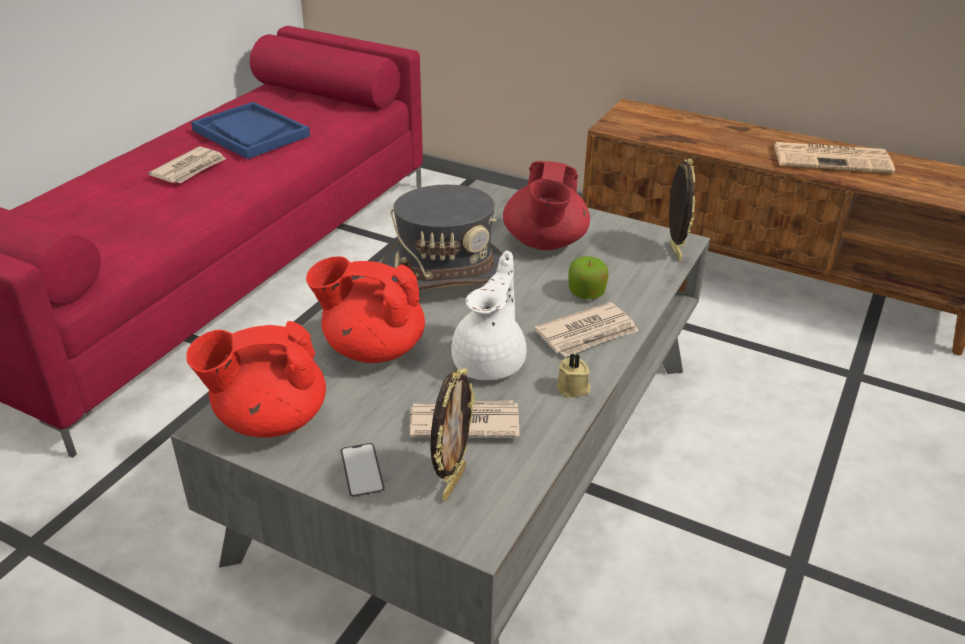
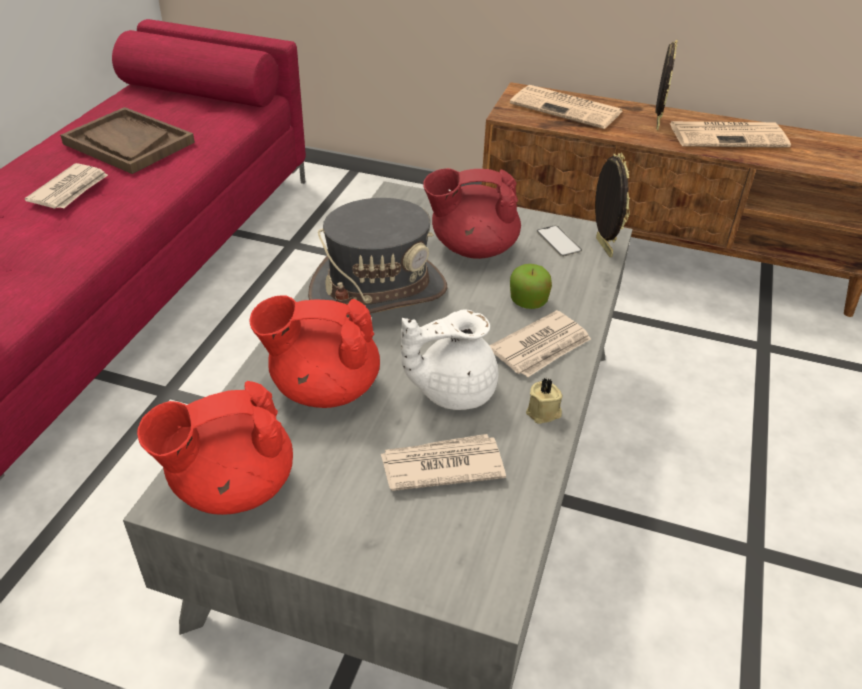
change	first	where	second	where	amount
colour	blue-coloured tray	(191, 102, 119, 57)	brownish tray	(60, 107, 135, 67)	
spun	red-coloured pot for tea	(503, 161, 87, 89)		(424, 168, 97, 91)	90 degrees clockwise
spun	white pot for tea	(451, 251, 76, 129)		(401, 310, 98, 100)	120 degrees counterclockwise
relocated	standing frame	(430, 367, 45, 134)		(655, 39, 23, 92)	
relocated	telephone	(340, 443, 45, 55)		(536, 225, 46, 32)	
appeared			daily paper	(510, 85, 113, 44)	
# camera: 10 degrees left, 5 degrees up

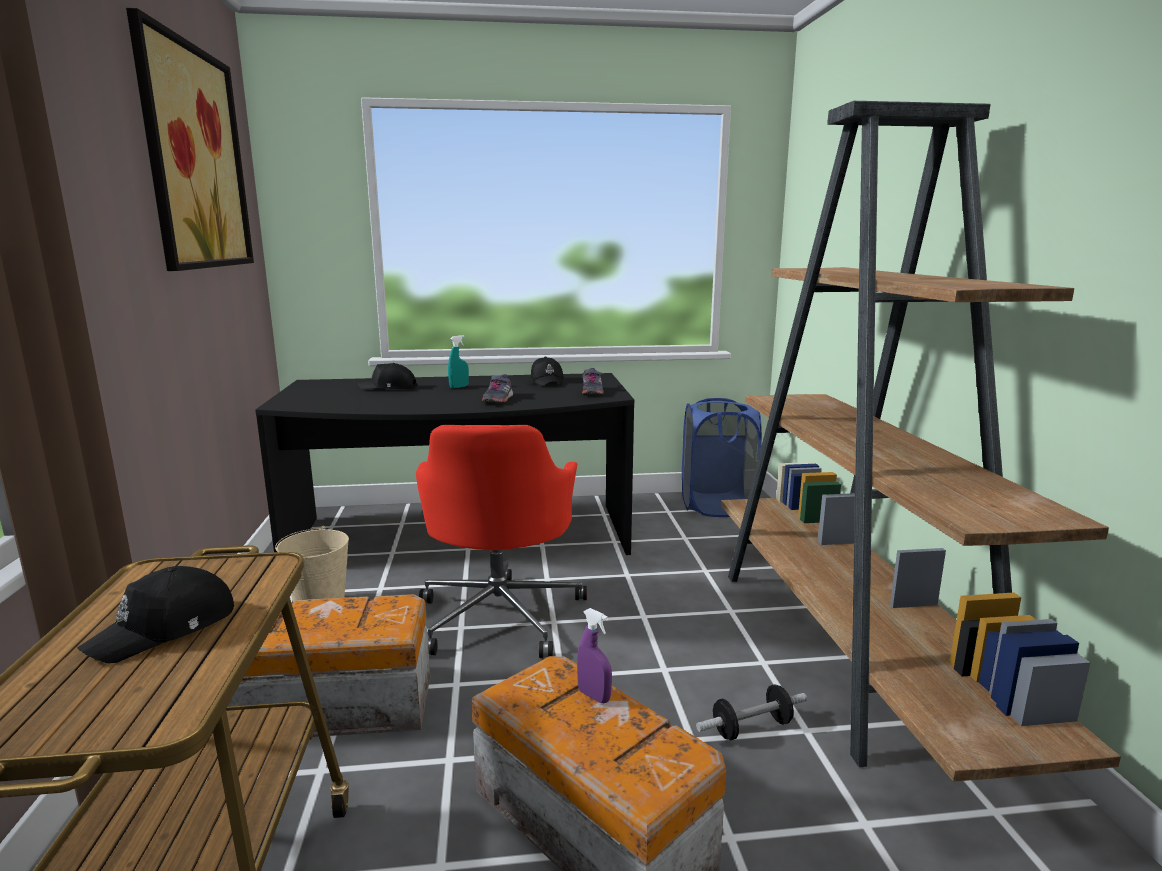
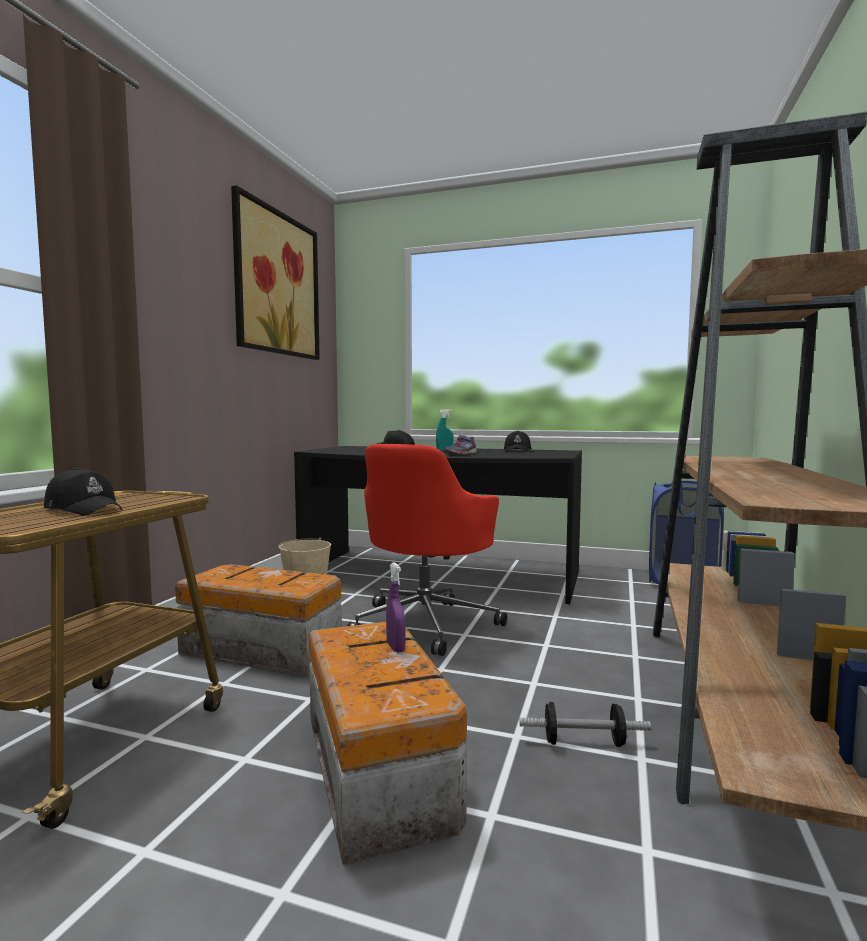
change	first	where	second	where	amount
missing	grey low shoe	(582, 368, 22, 27)			
spun	blackish baseball cap	(77, 566, 157, 98)		(44, 468, 78, 48)	120 degrees counterclockwise
# camera: 25 degrees right, 10 degrees down

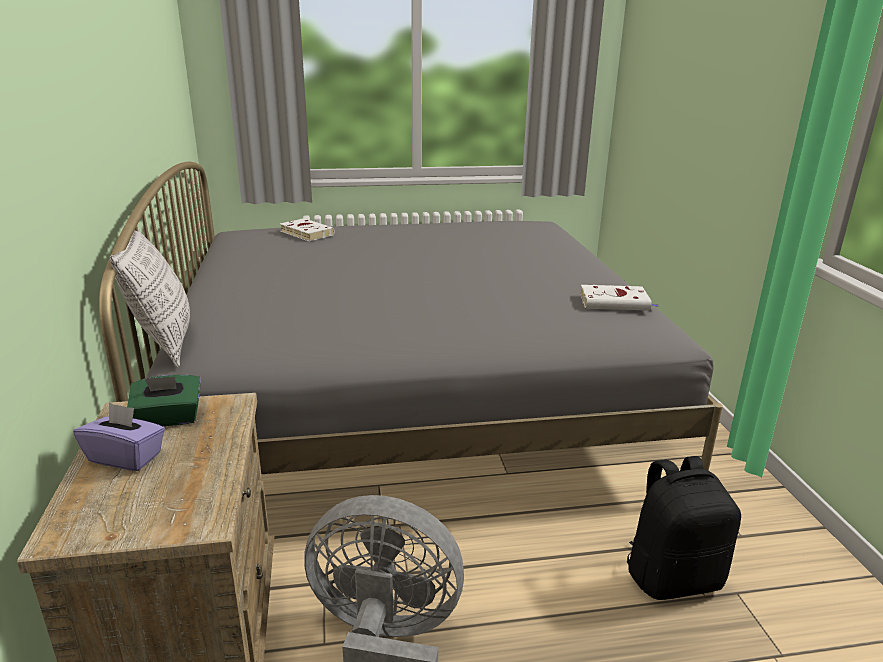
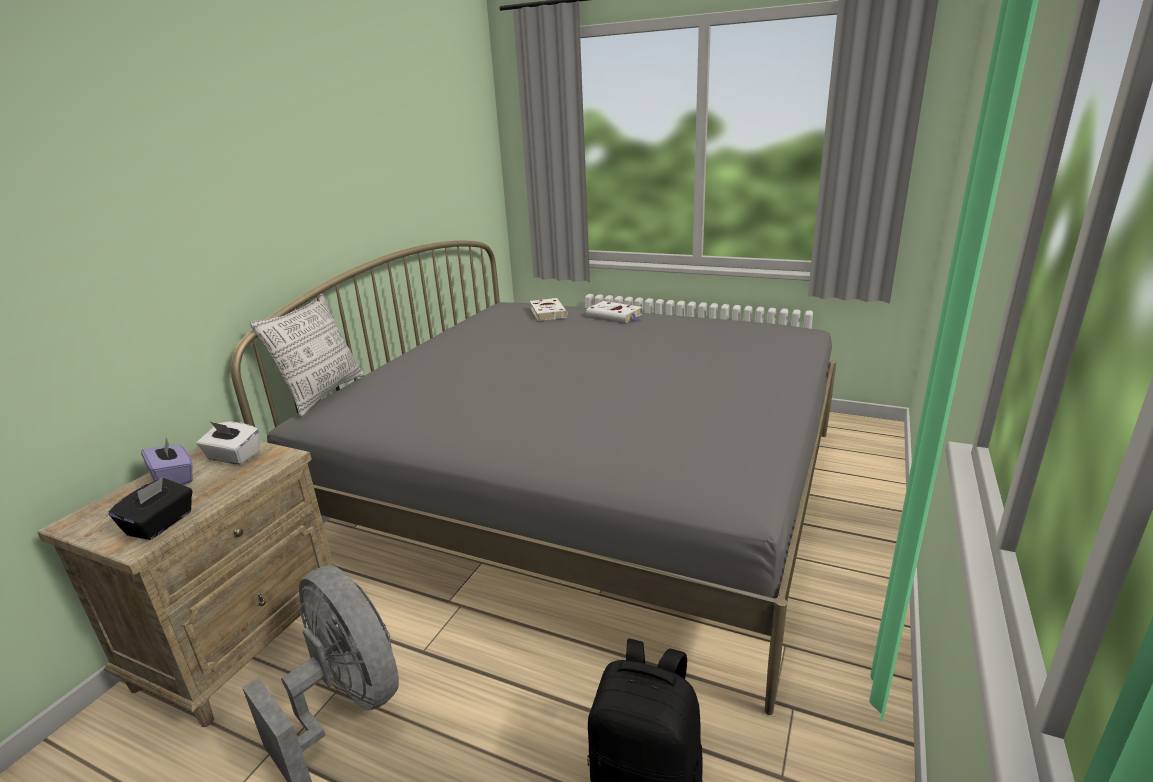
change	first	where	second	where	amount
relocated	white bound book	(580, 285, 80, 26)		(586, 301, 56, 22)	
colour	green-coloured tissue box	(127, 375, 74, 51)	white tissue box	(196, 422, 64, 43)	
appeared			blackish tissue box	(109, 477, 84, 63)	
# camera: 35 degrees right, 0 degrees up

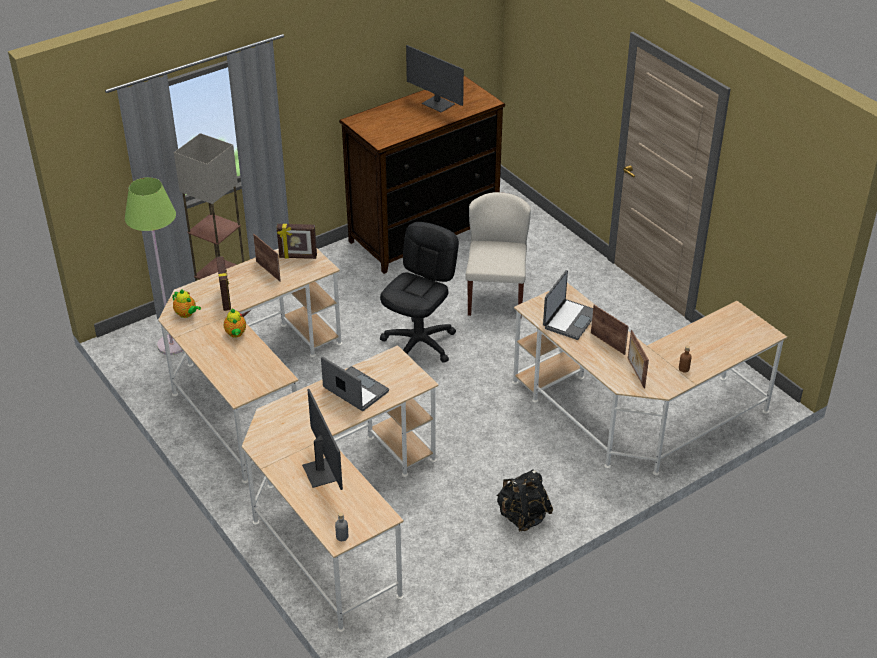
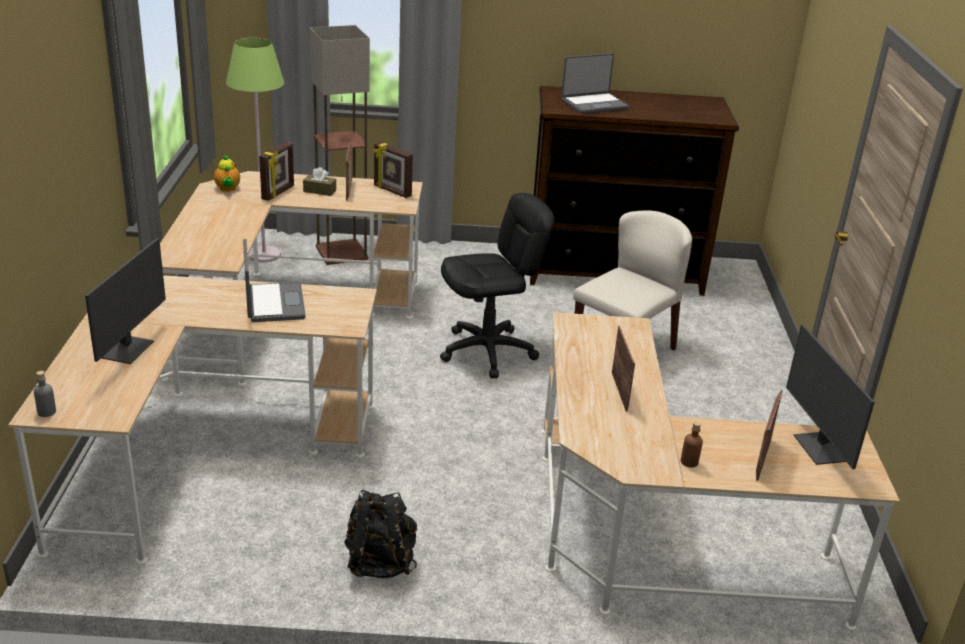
change	first	where	second	where	amount
relocated	computer screen	(406, 45, 58, 68)		(786, 324, 89, 145)	
relocated	notebook computer	(543, 270, 50, 70)		(561, 53, 69, 61)	
missing	pot for tea	(224, 309, 22, 29)			
relocated	standing frame	(628, 330, 21, 59)		(756, 390, 27, 91)	
appeared			brownish tissue box	(303, 167, 33, 29)	
# camera: 35 degrees right, 10 degrees down

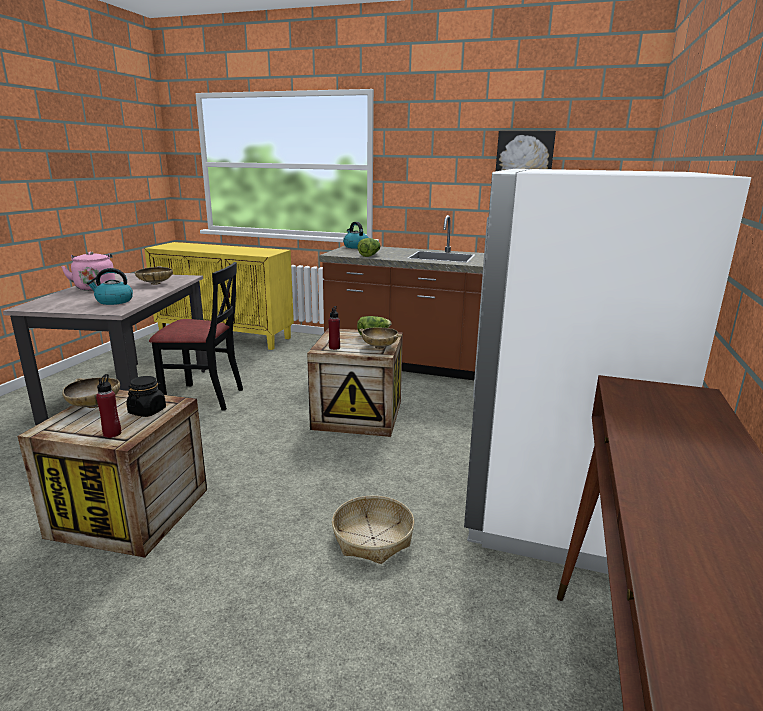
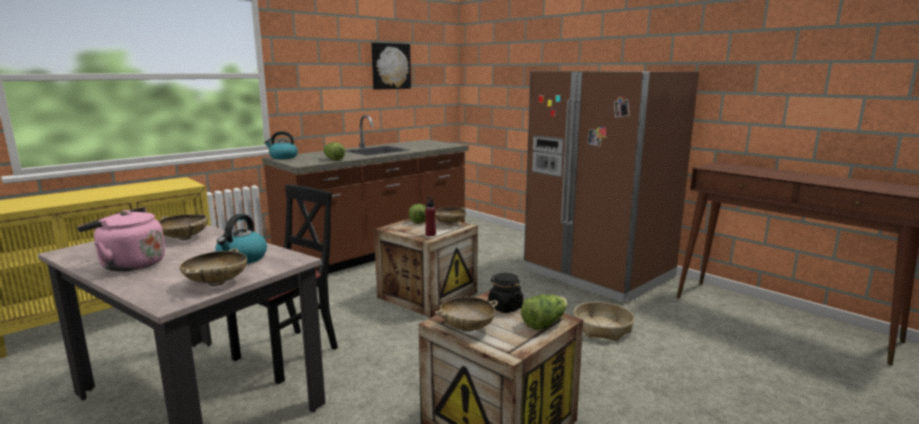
change	first	where	second	where	amount
colour	white refrigerator	(464, 169, 287, 405)	brownish refrigerator	(524, 71, 175, 232)	
exchanged	red-coloured beverage bottle	(96, 374, 25, 64)	lettuce	(521, 295, 47, 35)	
appeared			beige serving bowl	(180, 248, 67, 38)	
# camera: 60 degrees left, 5 degrees down

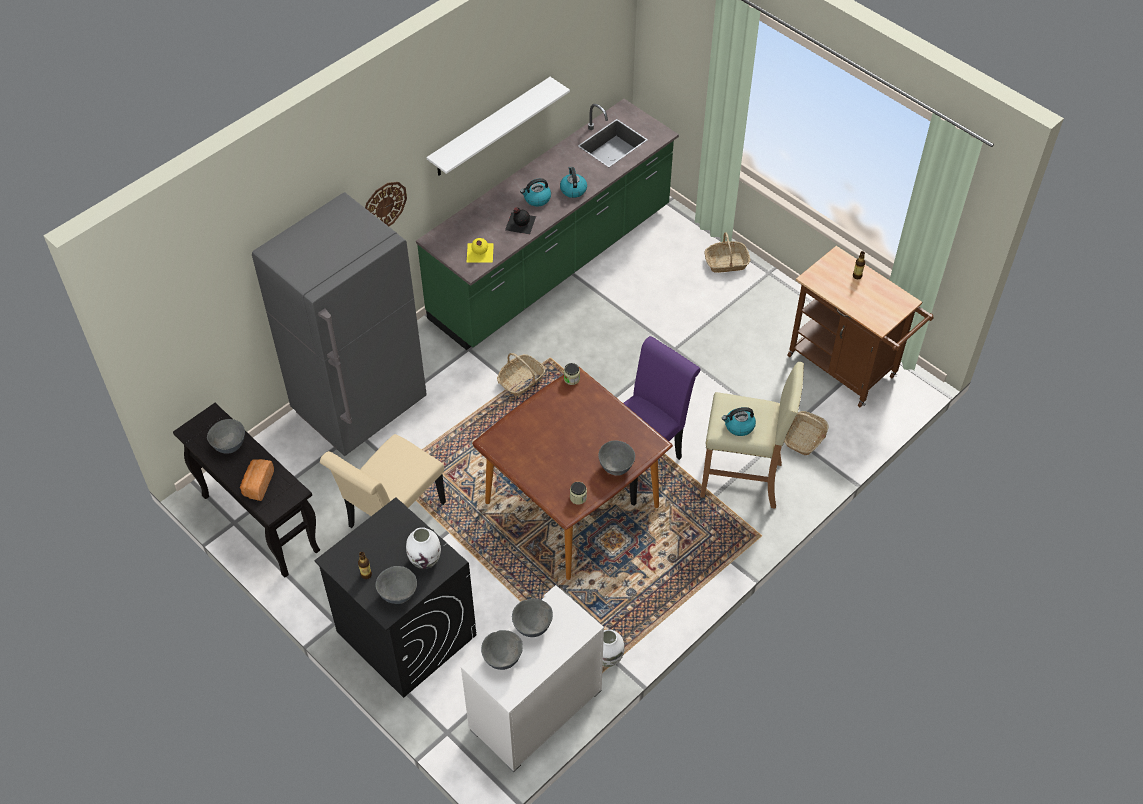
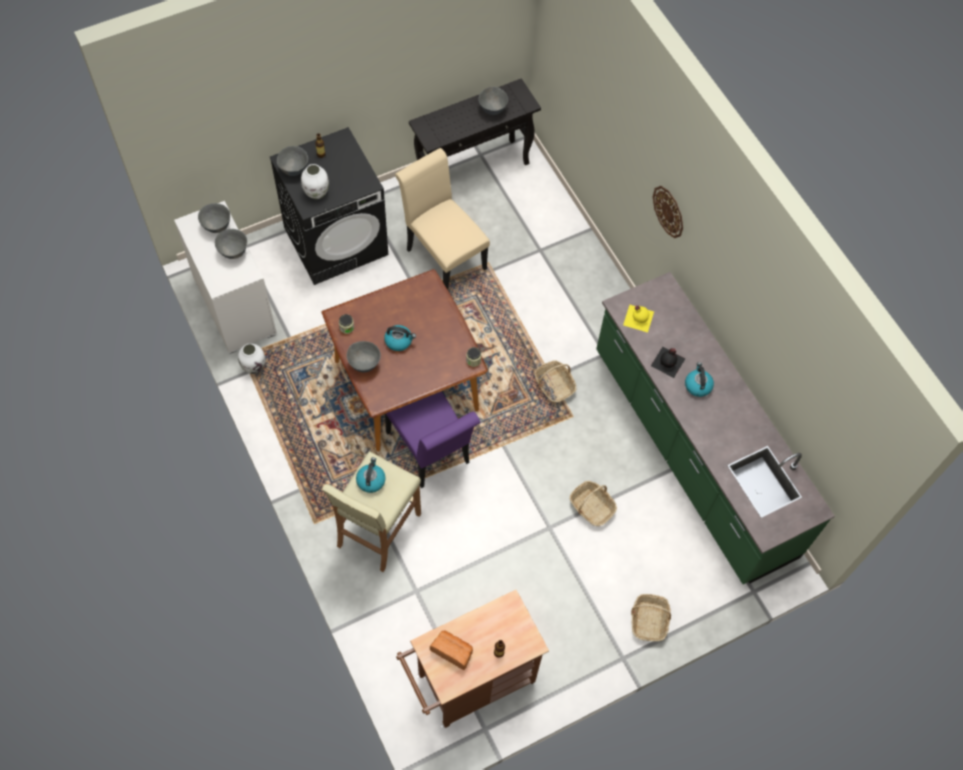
change	first	where	second	where	amount
missing	white wall shelf	(426, 77, 144, 99)			
relocated	tea kettle	(560, 167, 27, 31)		(384, 325, 32, 26)	
missing	grey refrigerator	(252, 192, 175, 264)			
relocated	storage basket	(784, 411, 45, 44)		(570, 481, 47, 45)	
relocated	bakery bread	(240, 459, 34, 42)		(430, 630, 43, 40)	
# camera: 105 degrees right, 10 degrees up

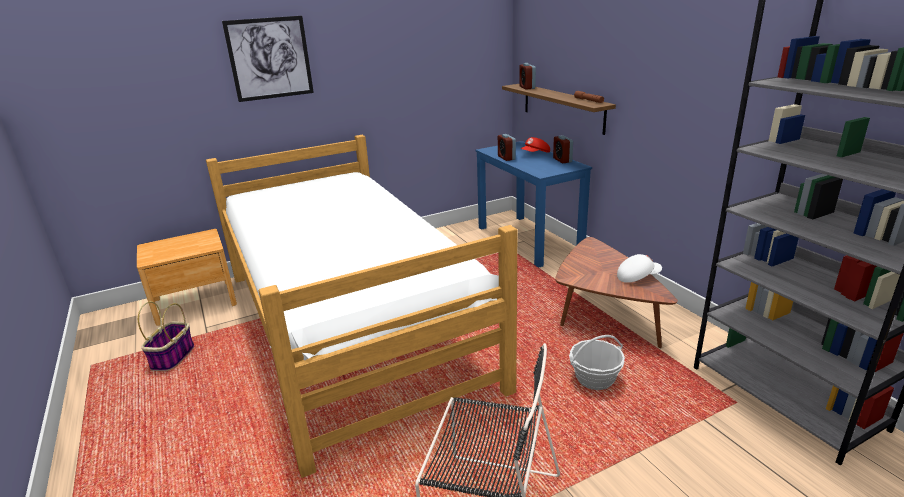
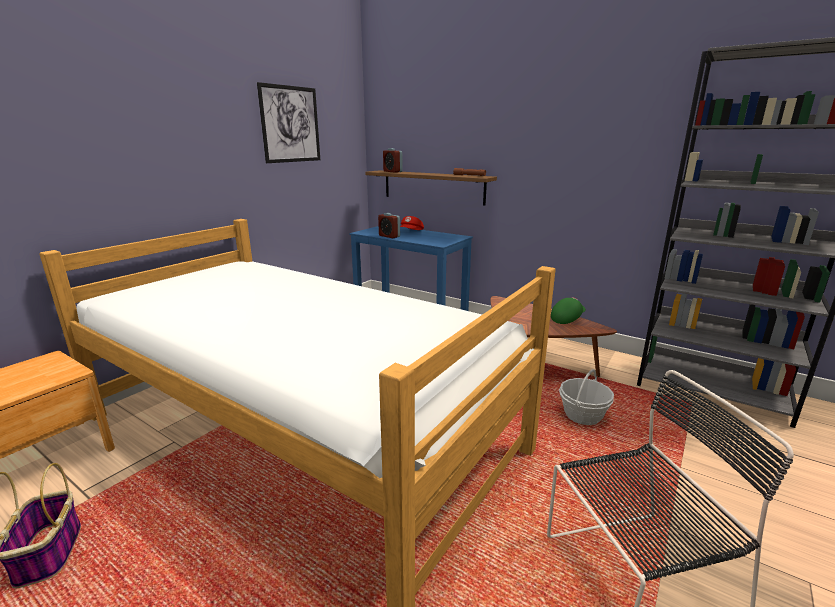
change	first	where	second	where	amount
relocated	wall picture	(222, 16, 92, 86)		(257, 82, 63, 81)	
missing	table clock	(553, 135, 20, 28)			
colour	white baseball cap	(617, 254, 45, 29)	green-coloured baseball cap	(551, 297, 35, 27)	
# camera: 30 degrees left, 5 degrees down

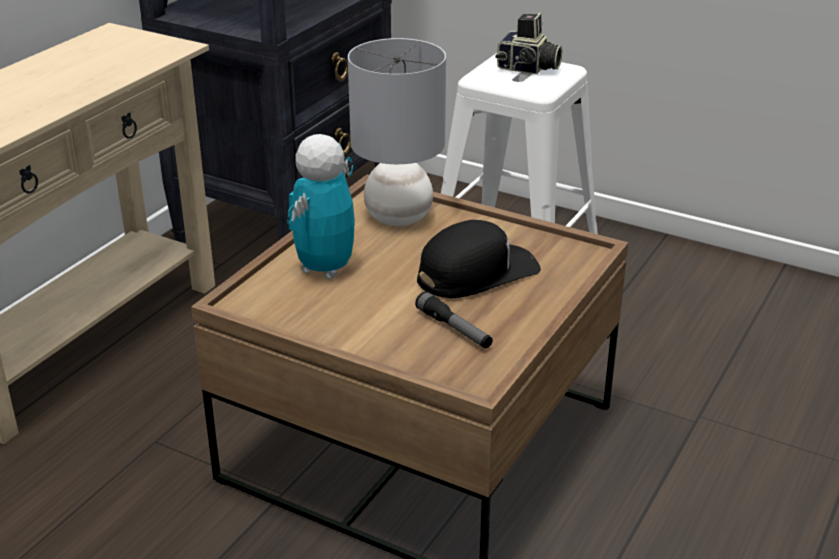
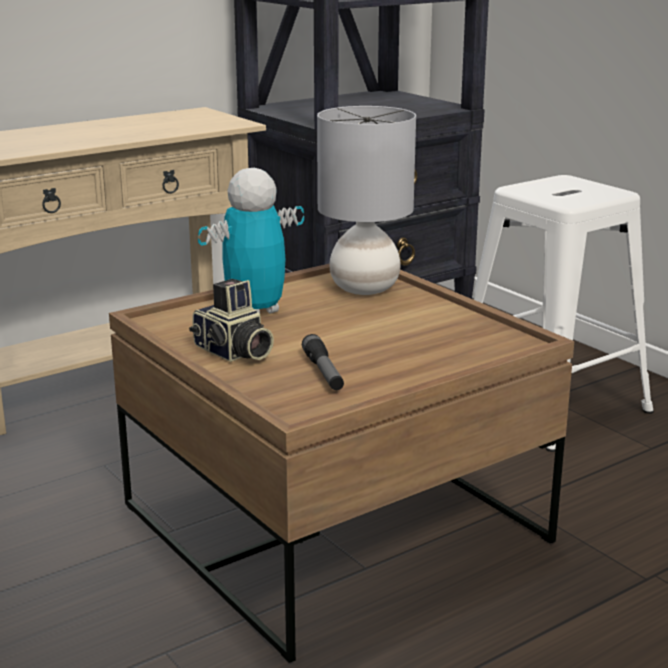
change	first	where	second	where	amount
relocated	photo camera	(495, 13, 67, 61)		(189, 279, 85, 83)	
missing	blackish baseball cap	(417, 220, 124, 78)			
# camera: 25 degrees right, 10 degrees down

